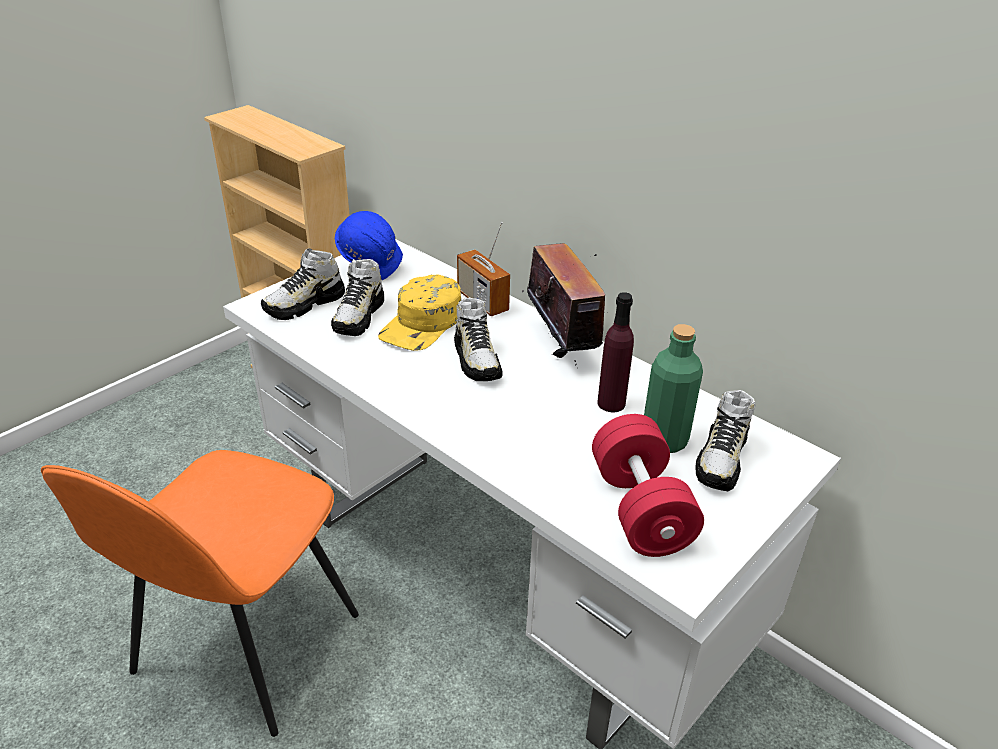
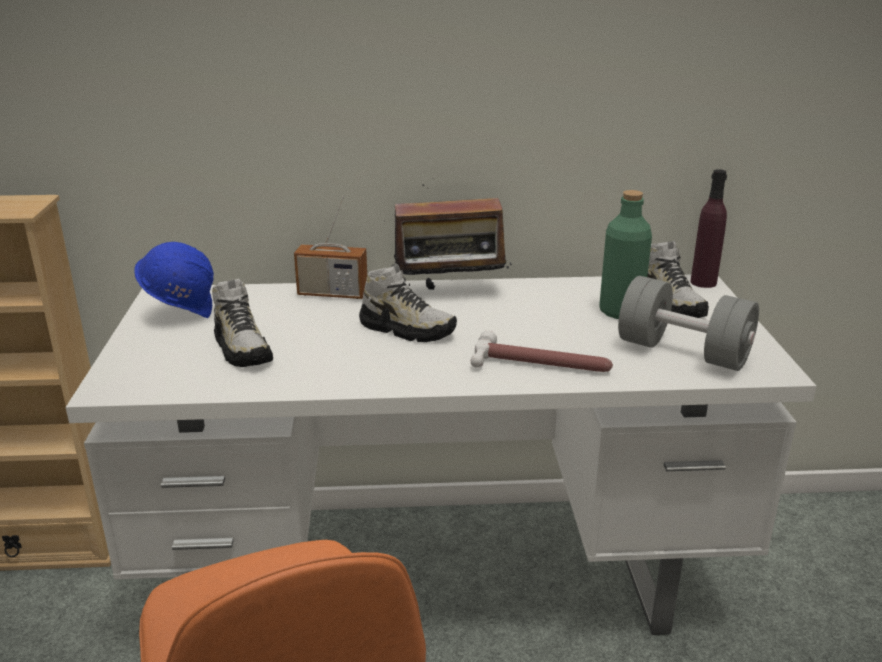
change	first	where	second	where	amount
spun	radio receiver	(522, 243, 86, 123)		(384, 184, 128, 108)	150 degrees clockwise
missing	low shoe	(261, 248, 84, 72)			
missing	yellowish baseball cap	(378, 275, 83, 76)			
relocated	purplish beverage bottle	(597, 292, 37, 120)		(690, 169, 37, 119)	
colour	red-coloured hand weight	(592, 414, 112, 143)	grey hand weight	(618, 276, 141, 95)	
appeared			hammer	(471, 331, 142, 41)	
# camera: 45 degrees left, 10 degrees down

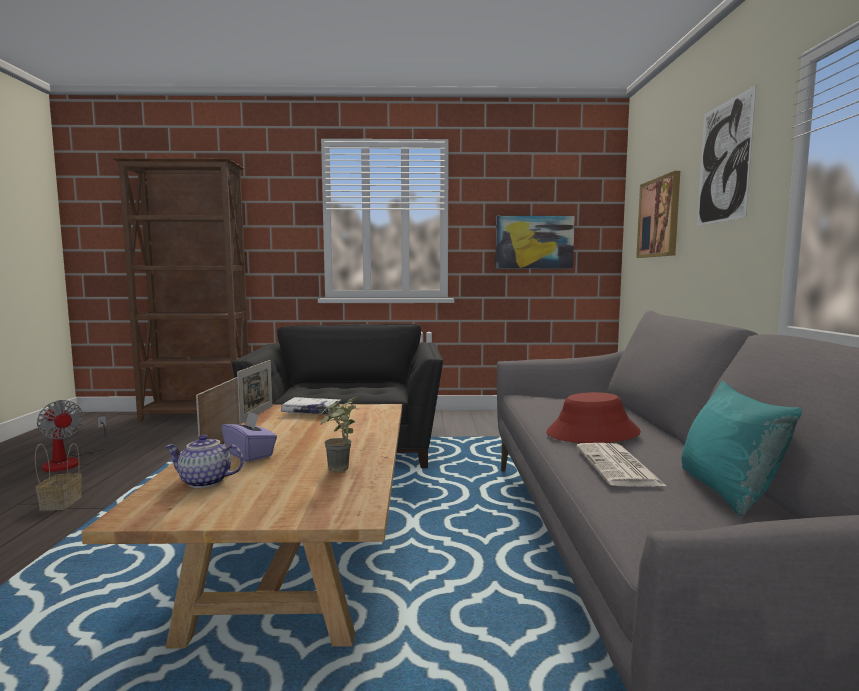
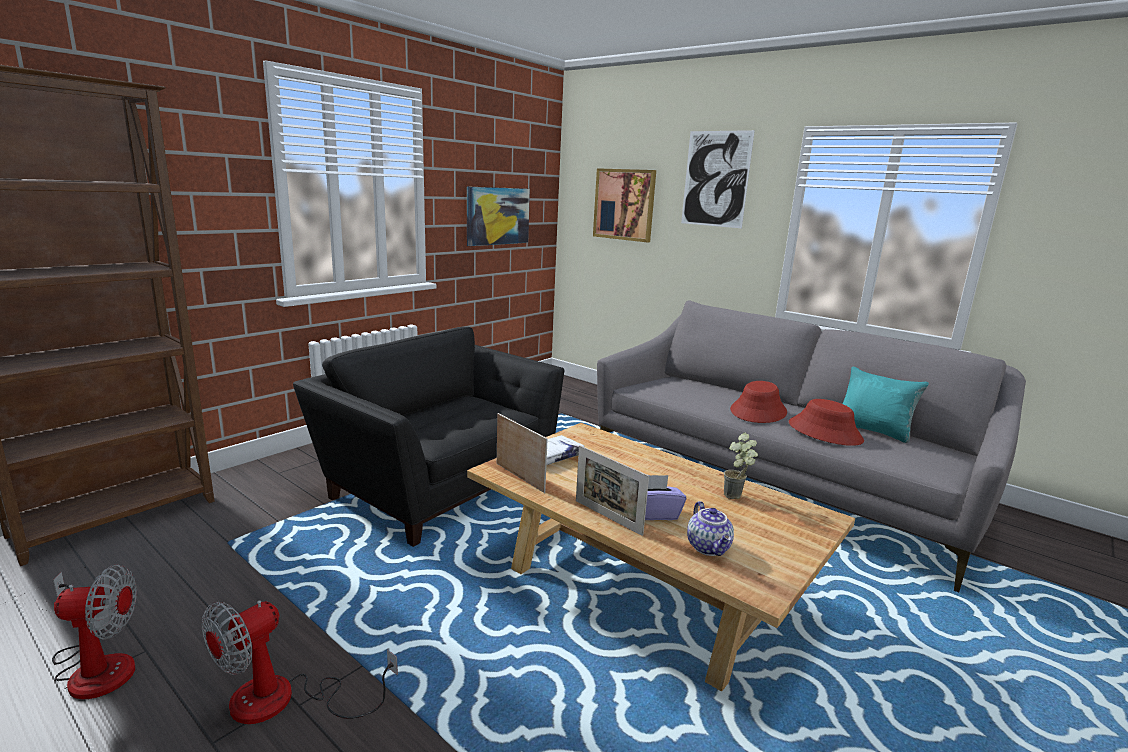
change	first	where	second	where	amount
spun	pot for tea	(165, 434, 79, 54)		(687, 501, 47, 55)	60 degrees counterclockwise
exchanged	storage basket	(35, 443, 47, 68)	fan	(202, 600, 196, 124)	
exchanged	daily paper	(576, 443, 90, 44)	red-coloured hat	(789, 399, 75, 47)	
# camera: 50 degrees left, 10 degrees up

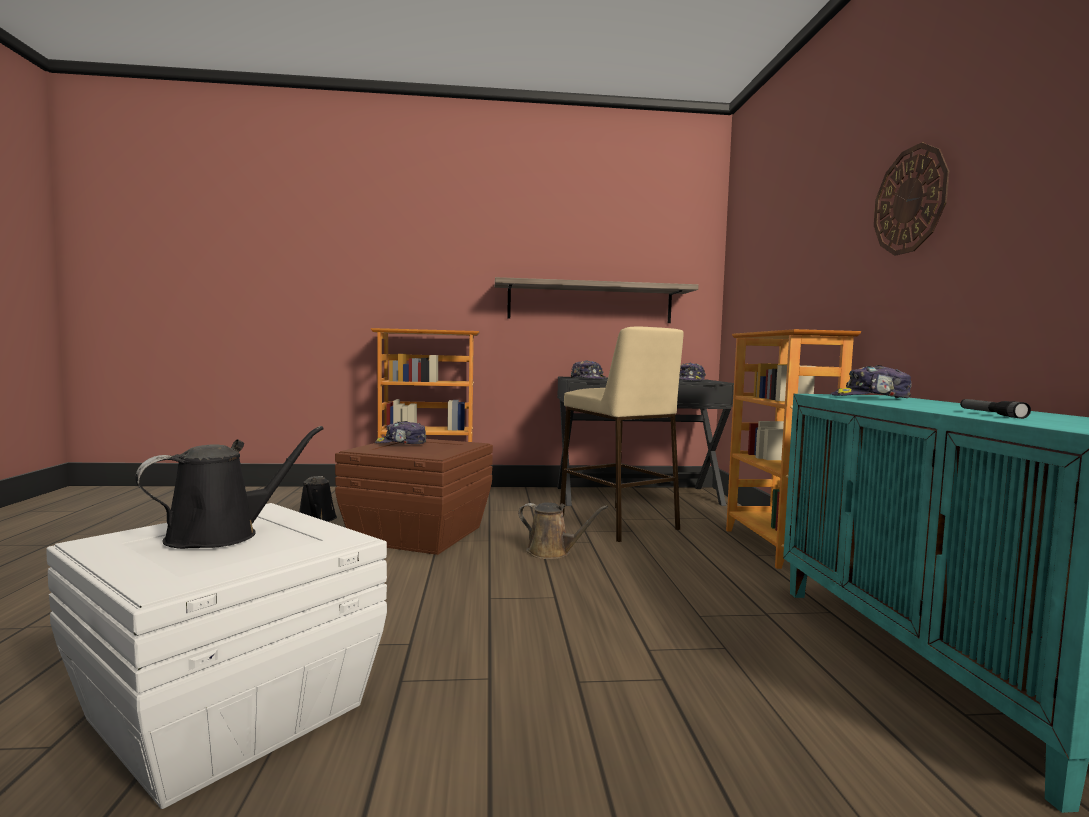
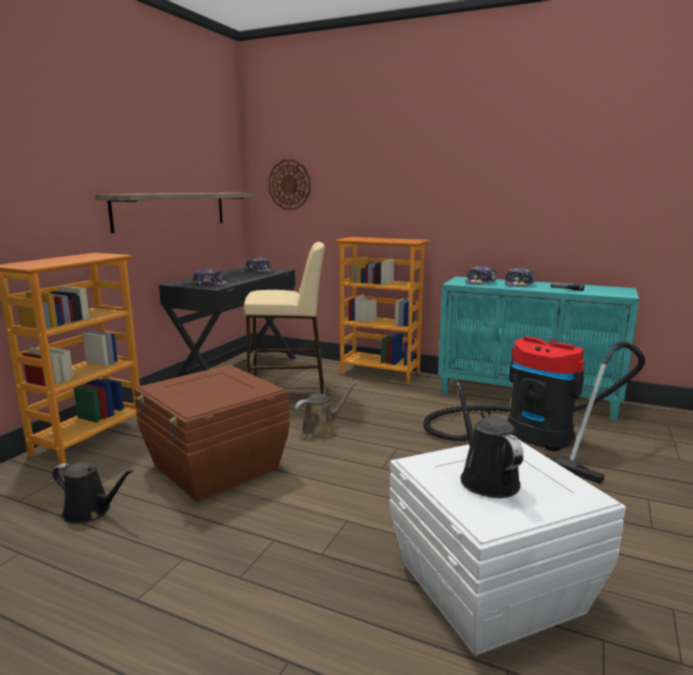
change	first	where	second	where	amount
relocated	clock on the wall	(874, 143, 75, 113)		(268, 159, 43, 51)	
relocated	baseball cap	(375, 421, 51, 23)		(505, 267, 30, 20)	
appeared			vacuum	(423, 336, 222, 148)	
# camera: 60 degrees left, 10 degrees up

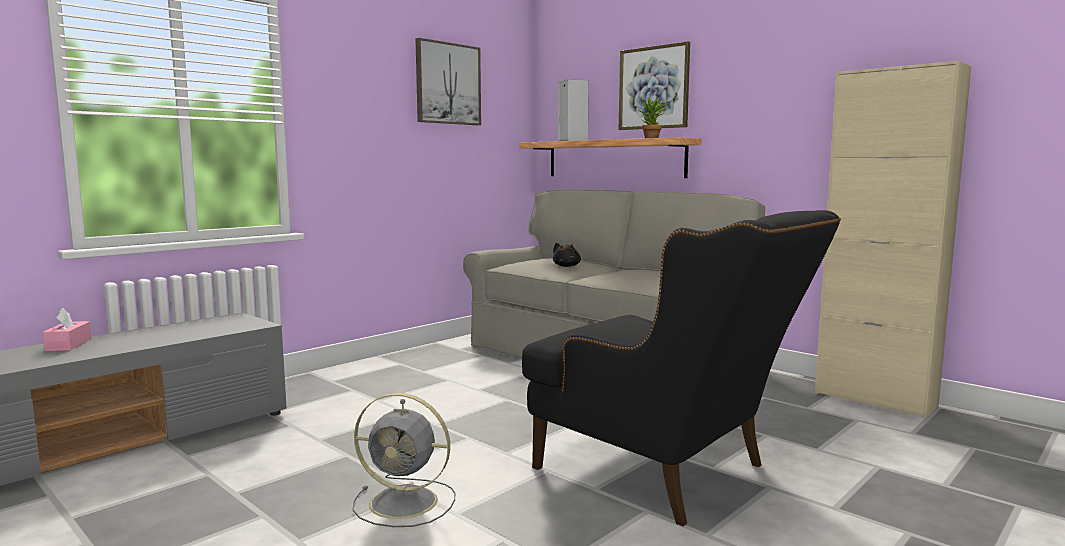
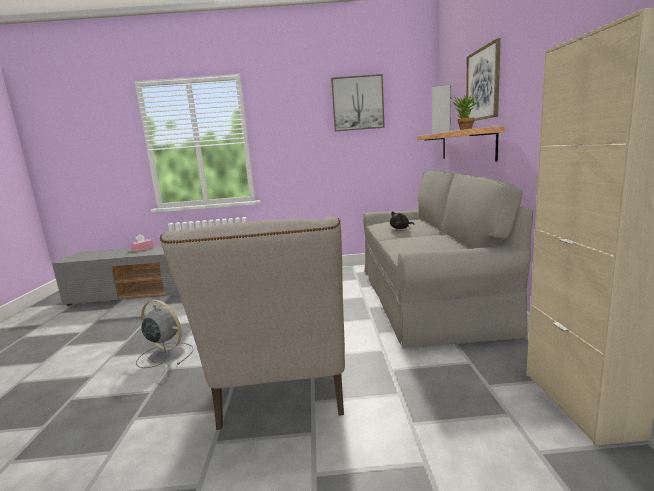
change	first	where	second	where	amount
colour	blackish easy chair	(522, 210, 319, 316)	beige easy chair	(160, 217, 185, 213)	
spun	grey fan	(353, 393, 102, 134)		(136, 300, 57, 68)	150 degrees clockwise
# camera: 45 degrees right, 5 degrees up

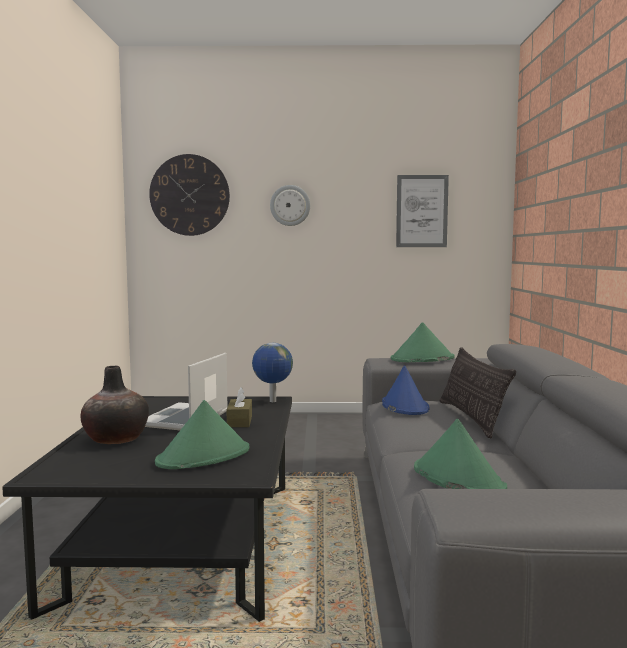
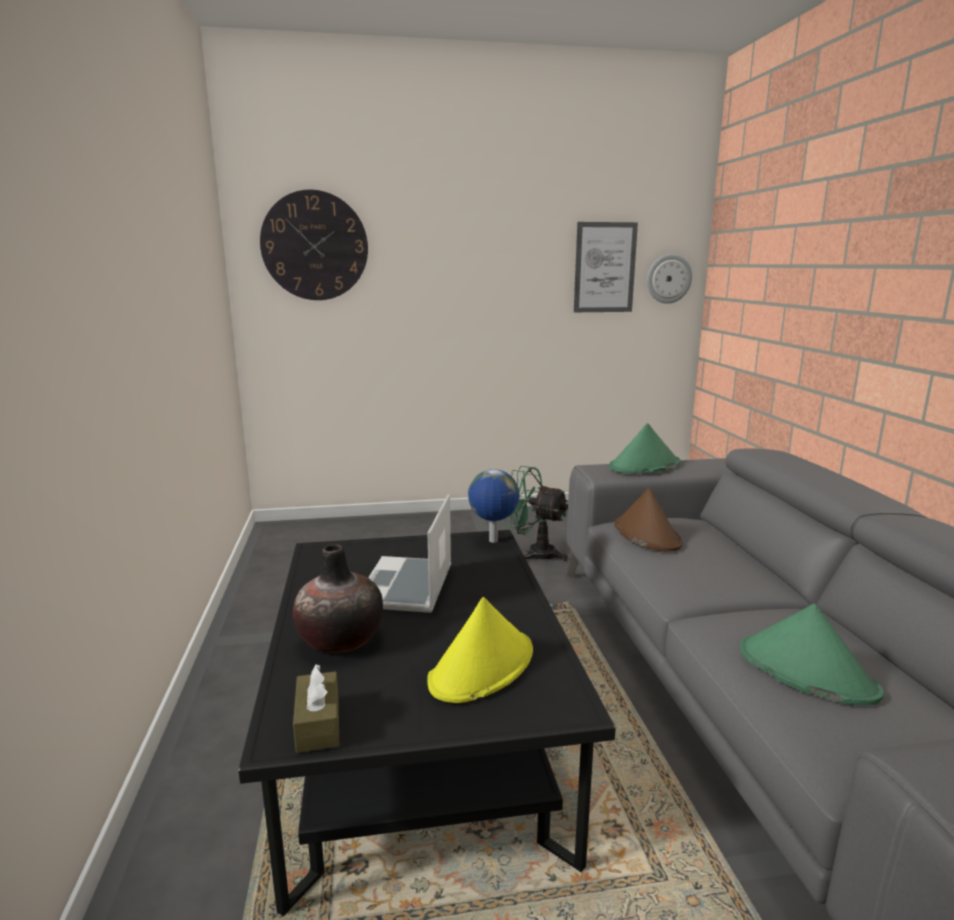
change	first	where	second	where	amount
relocated	clock on the wall	(270, 185, 40, 41)		(647, 254, 45, 50)	
missing	pillow	(440, 347, 76, 91)			
colour	blue-coloured hat	(382, 365, 47, 50)	brownish hat	(614, 487, 69, 65)	
relocated	brownish tissue box	(227, 387, 25, 40)		(293, 664, 46, 89)	
colour	green-coloured hat	(155, 400, 94, 69)	yellowish hat	(427, 597, 106, 106)	
appeared			green-coloured fan	(503, 466, 65, 95)	
# camera: 10 degrees left, 10 degrees up

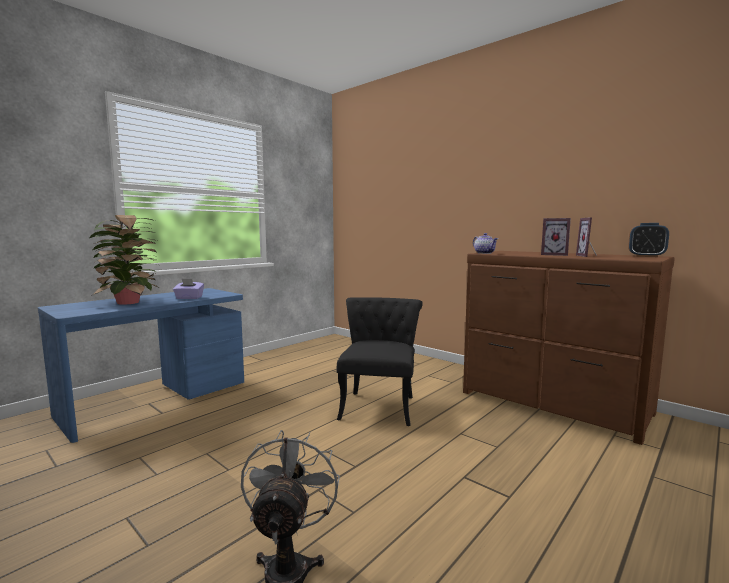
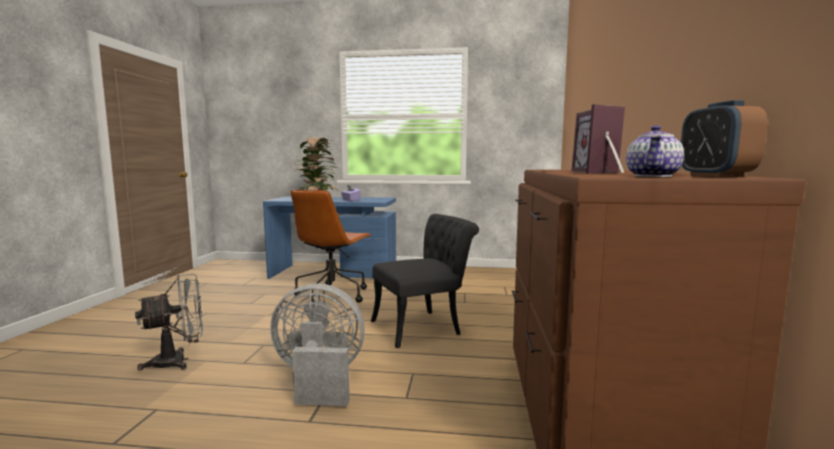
change	first	where	second	where	amount
relocated	pot for tea	(473, 233, 25, 21)		(626, 125, 58, 52)	
appeared			brownish desk chair	(291, 190, 80, 113)	
appeared			grey fan	(270, 283, 95, 123)	
# camera: 55 degrees right, 0 degrees up

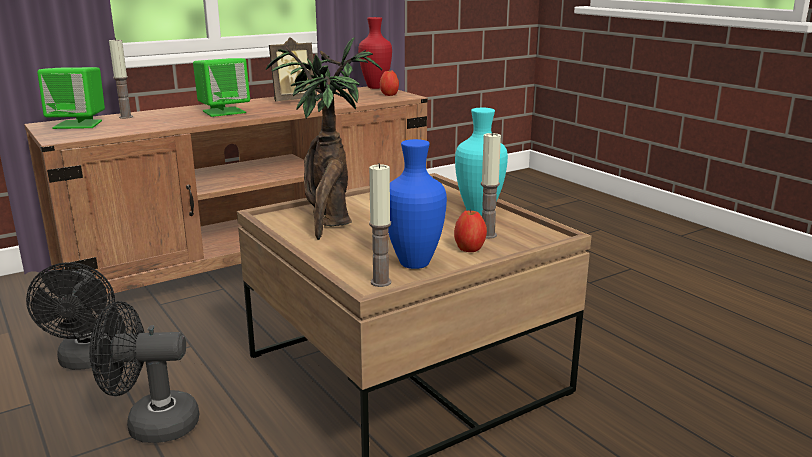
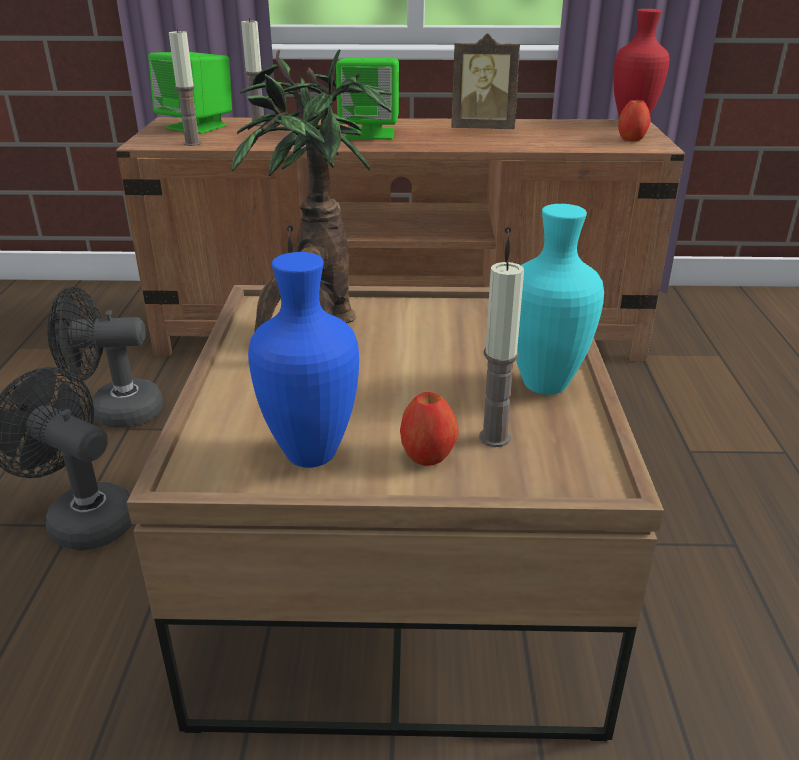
change	first	where	second	where	amount
relocated	wax light	(369, 163, 22, 124)		(169, 28, 33, 118)	
spun	blackish fan	(26, 262, 89, 108)		(47, 287, 116, 140)	60 degrees clockwise
# camera: 35 degrees right, 10 degrees up

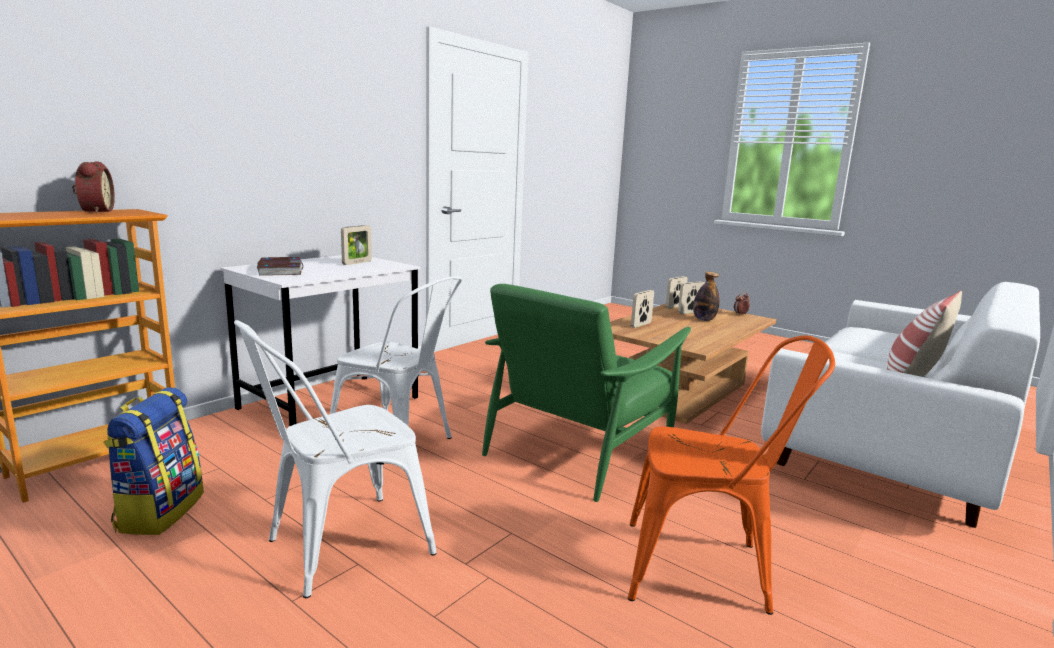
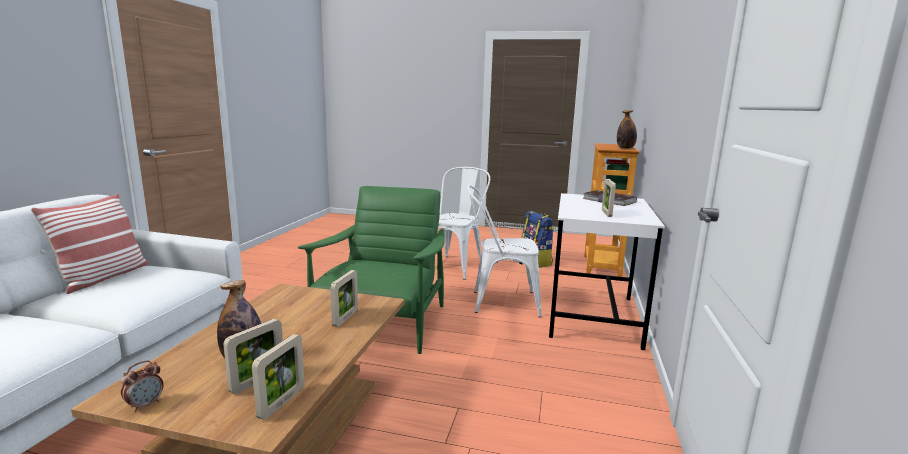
change	first	where	second	where	amount
exchanged	table clock	(72, 161, 43, 52)	beverage bottle	(617, 110, 20, 39)	
missing	orangey plain chair	(628, 335, 207, 280)			
# camera: 155 degrees right, 0 degrees up

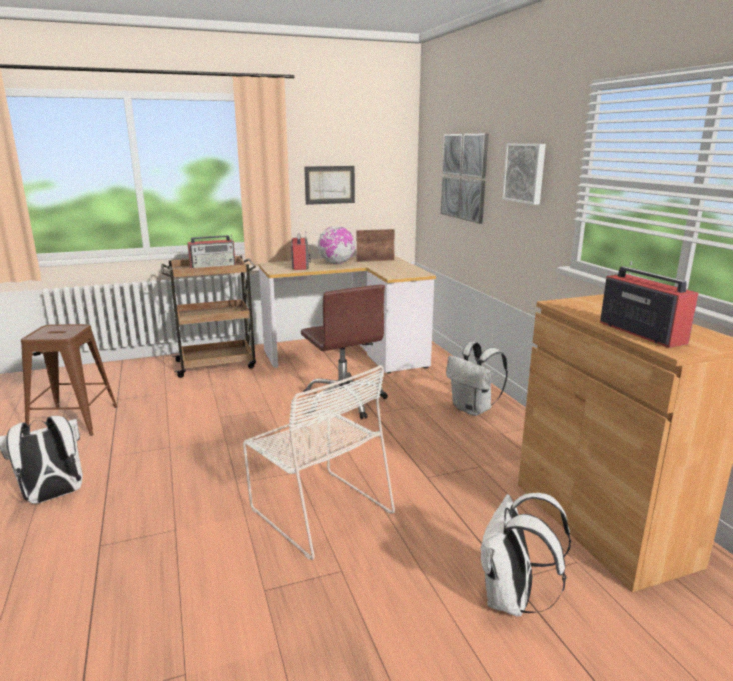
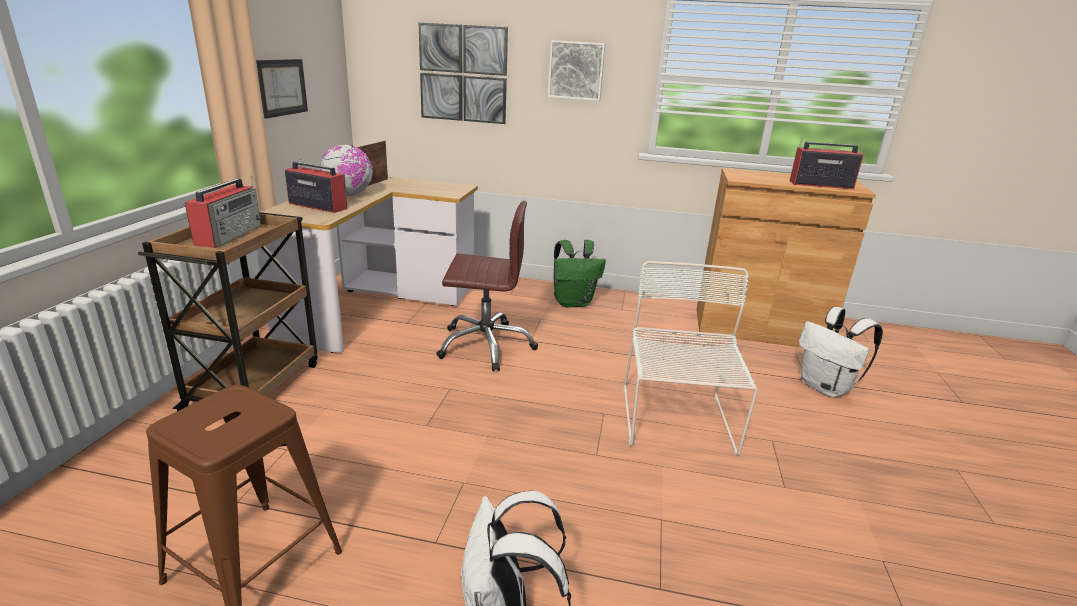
change	first	where	second	where	amount
colour	white knapsack	(446, 342, 62, 74)	green-coloured knapsack	(554, 240, 52, 67)	
spun	white plain chair	(243, 365, 152, 195)		(623, 261, 135, 195)	75 degrees counterclockwise
# camera: 60 degrees left, 5 degrees up

